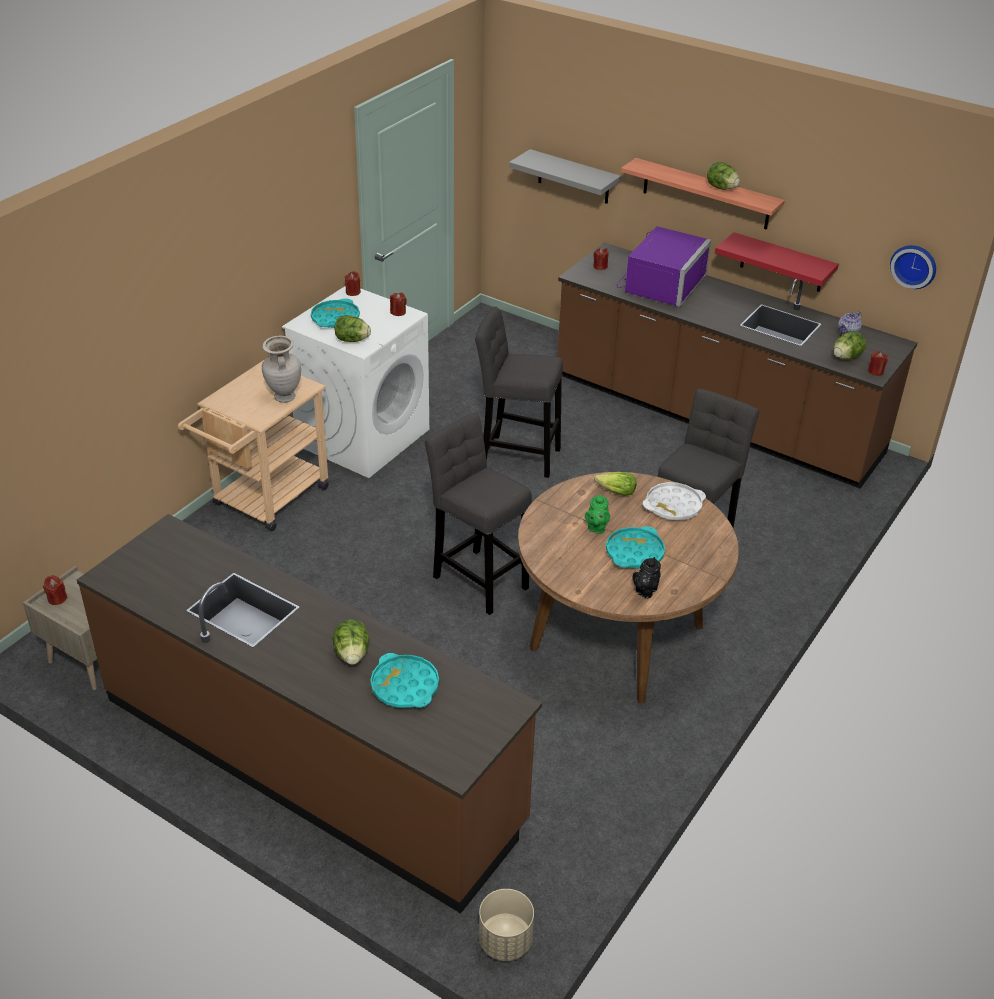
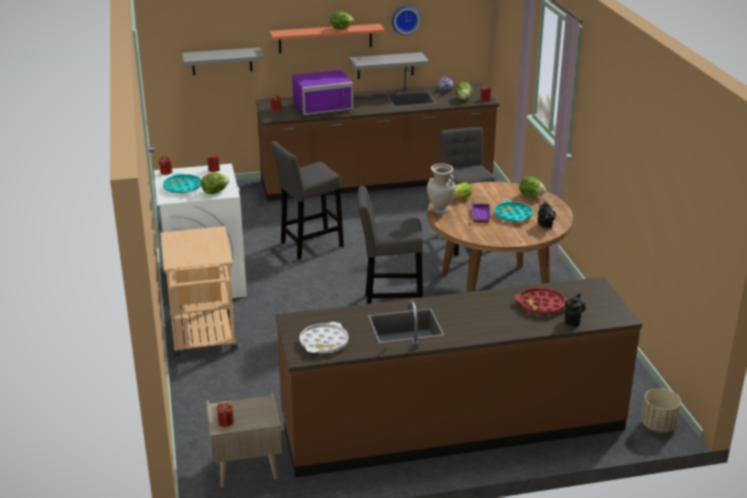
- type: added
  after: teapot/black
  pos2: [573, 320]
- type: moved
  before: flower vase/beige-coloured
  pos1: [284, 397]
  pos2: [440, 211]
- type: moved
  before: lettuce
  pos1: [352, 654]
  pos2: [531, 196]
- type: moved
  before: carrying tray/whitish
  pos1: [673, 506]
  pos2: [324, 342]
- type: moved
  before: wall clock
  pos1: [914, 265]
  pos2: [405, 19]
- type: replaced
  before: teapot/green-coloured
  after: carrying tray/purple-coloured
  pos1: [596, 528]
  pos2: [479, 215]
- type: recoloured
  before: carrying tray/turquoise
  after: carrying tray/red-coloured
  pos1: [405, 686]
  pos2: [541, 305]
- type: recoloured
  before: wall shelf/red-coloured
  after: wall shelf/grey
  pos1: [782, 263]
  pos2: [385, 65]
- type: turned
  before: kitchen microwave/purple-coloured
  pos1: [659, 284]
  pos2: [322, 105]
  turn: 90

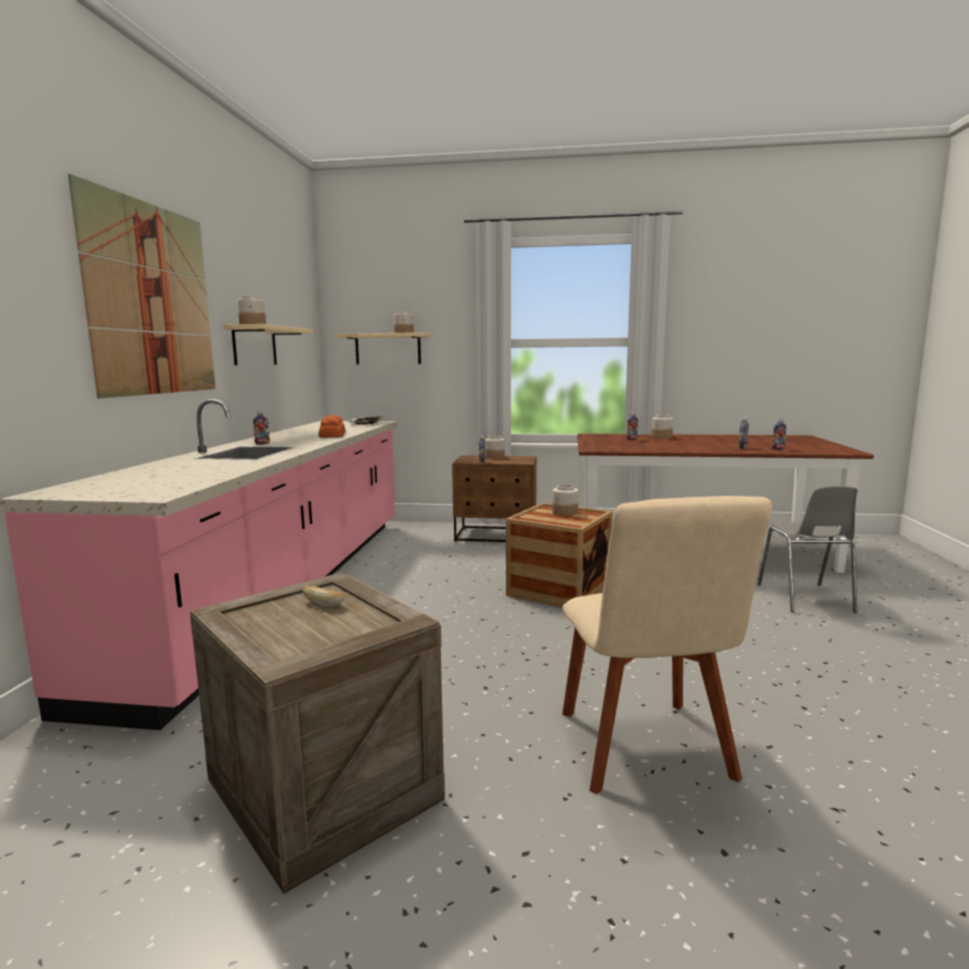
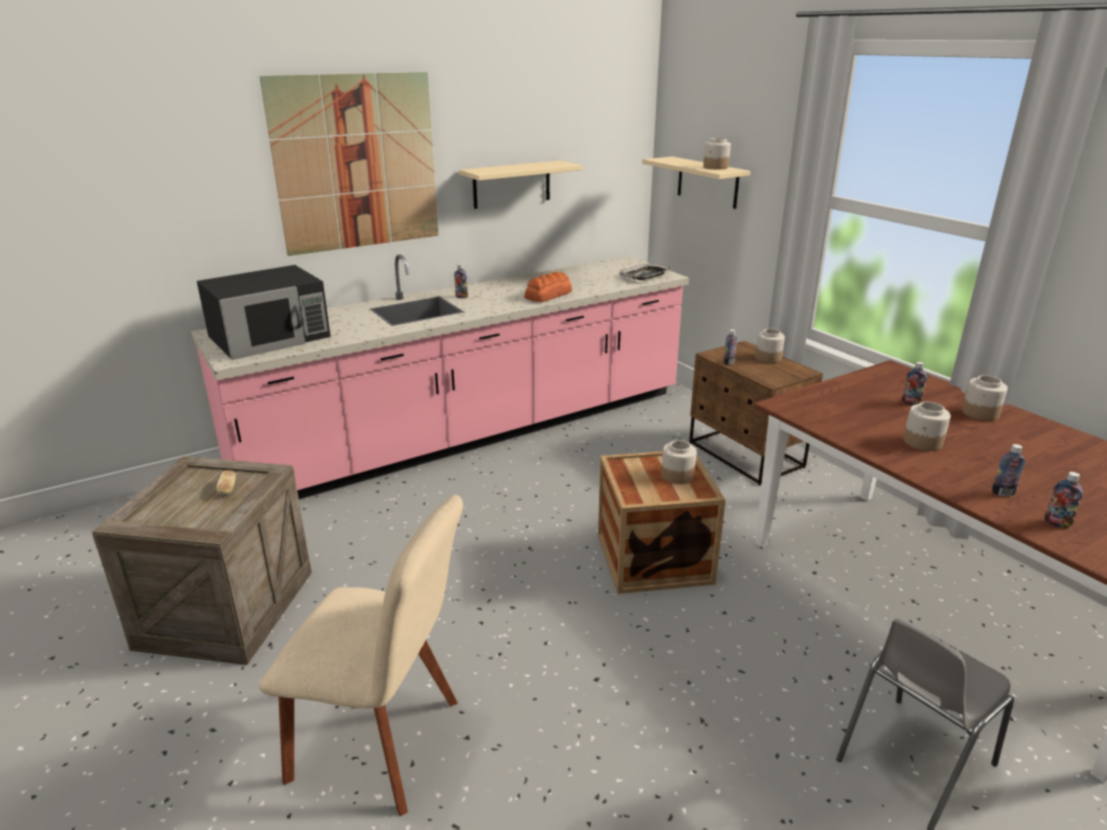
- type: added
  after: kitchen microwave/black
  pos2: [270, 336]
- type: moved
  before: preserve jar
  pos1: [253, 324]
  pos2: [923, 442]
- type: turned
  before: upright chair/beige-coloured
  pos1: [646, 750]
  pos2: [383, 742]
  turn: -120

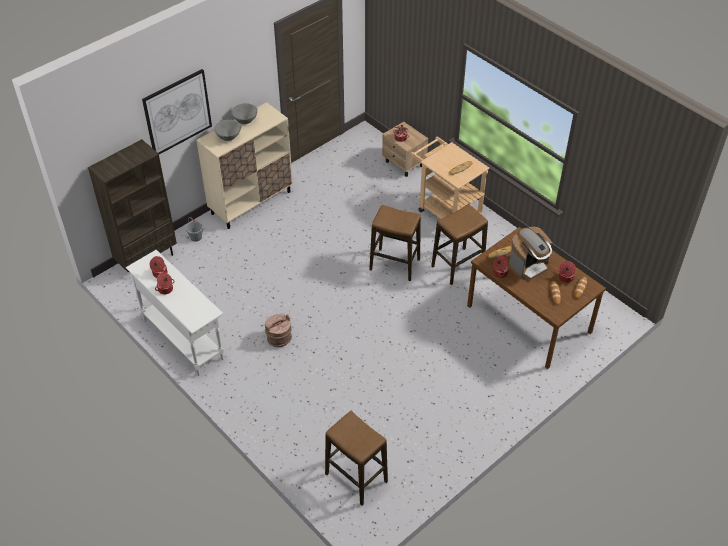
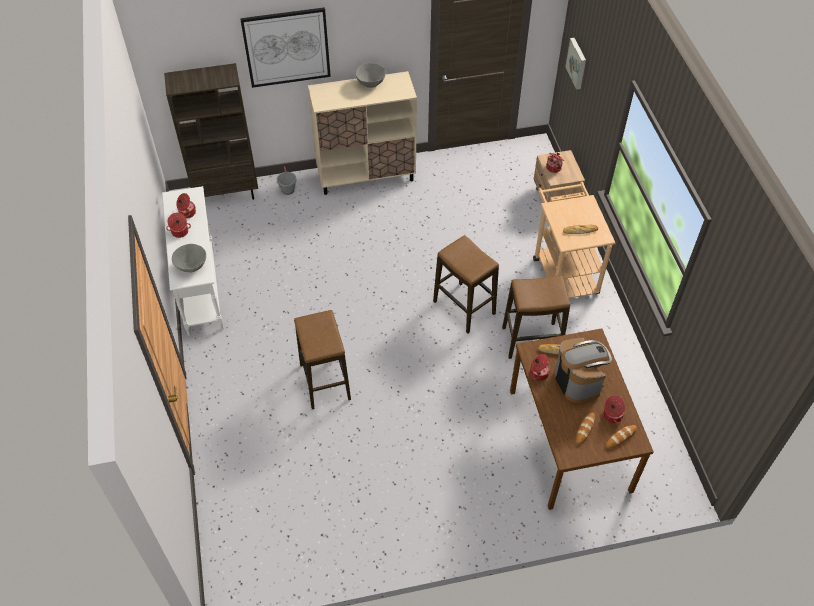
- type: removed
  before: pail/brownish
  pos1: [279, 338]
- type: added
  after: wall art
  pos2: [577, 63]
- type: moved
  before: serving bowl/grey
  pos1: [228, 138]
  pos2: [191, 267]
- type: moved
  before: sitting stool
  pos1: [356, 478]
  pos2: [325, 382]
- type: turned
  before: coffee maker
  pos1: [528, 266]
  pos2: [578, 381]
  turn: -105

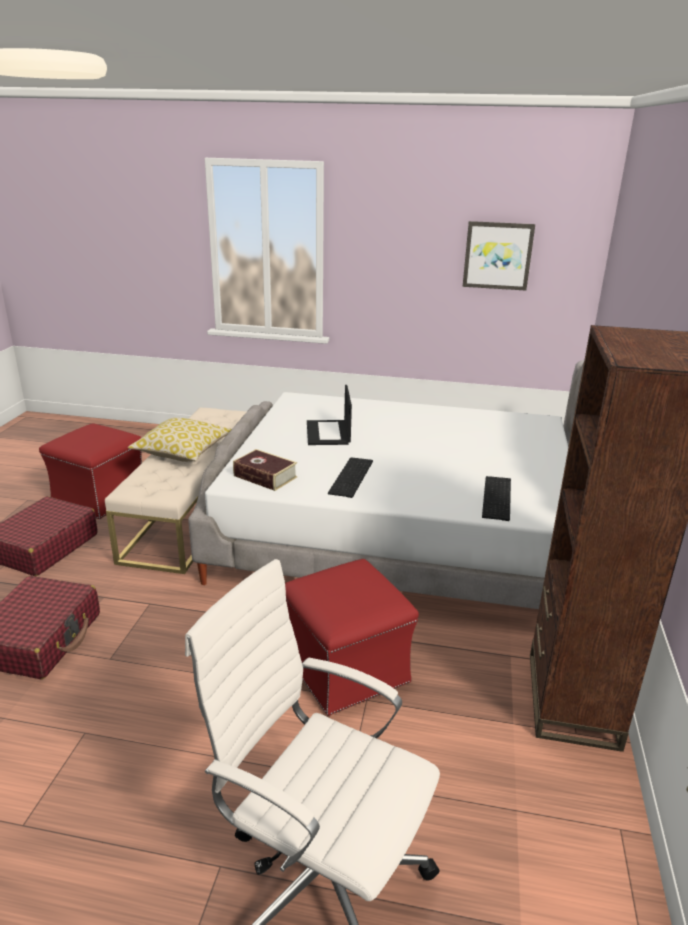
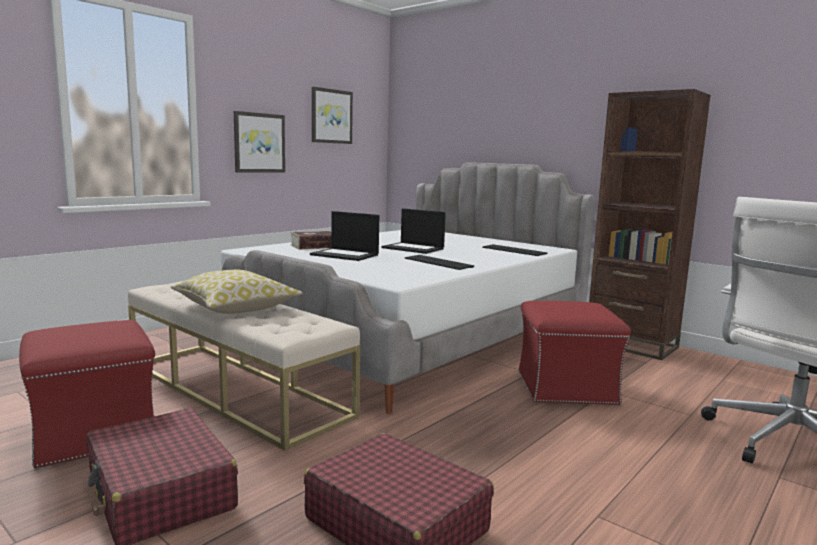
- type: added
  after: wall art
  pos2: [259, 143]
- type: added
  after: laptop
  pos2: [414, 248]
- type: moved
  before: book
  pos1: [265, 476]
  pos2: [315, 246]

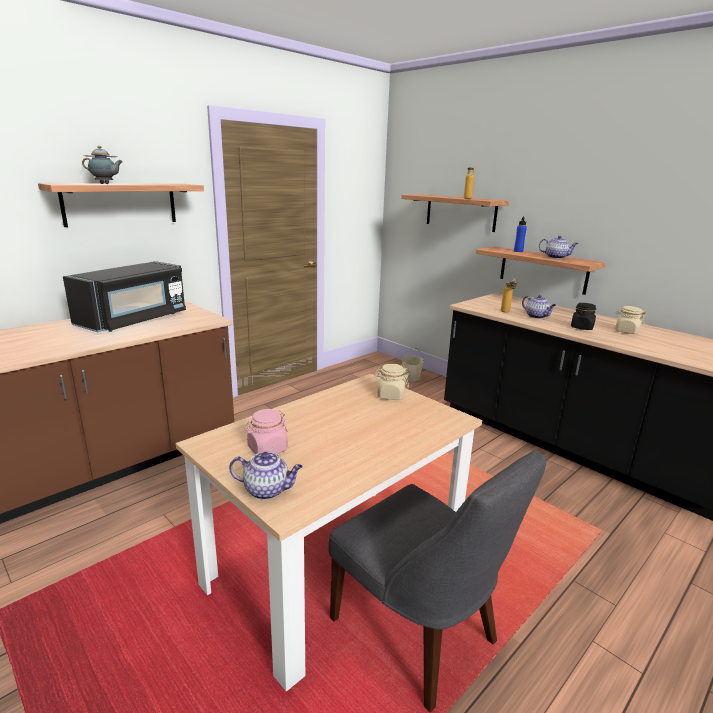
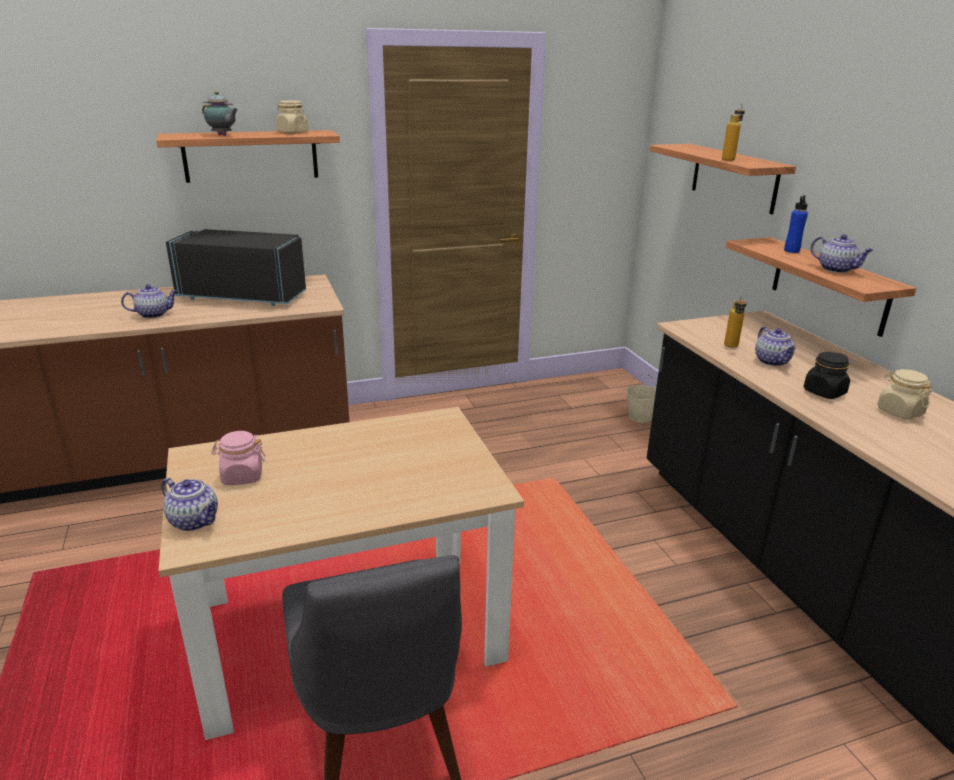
- type: added
  after: teapot
  pos2: [154, 314]
- type: moved
  before: preserve jar/beige-coloured
  pos1: [390, 395]
  pos2: [292, 132]
- type: turned
  before: kitchen microwave/black
  pos1: [134, 320]
  pos2: [244, 296]
  turn: -135

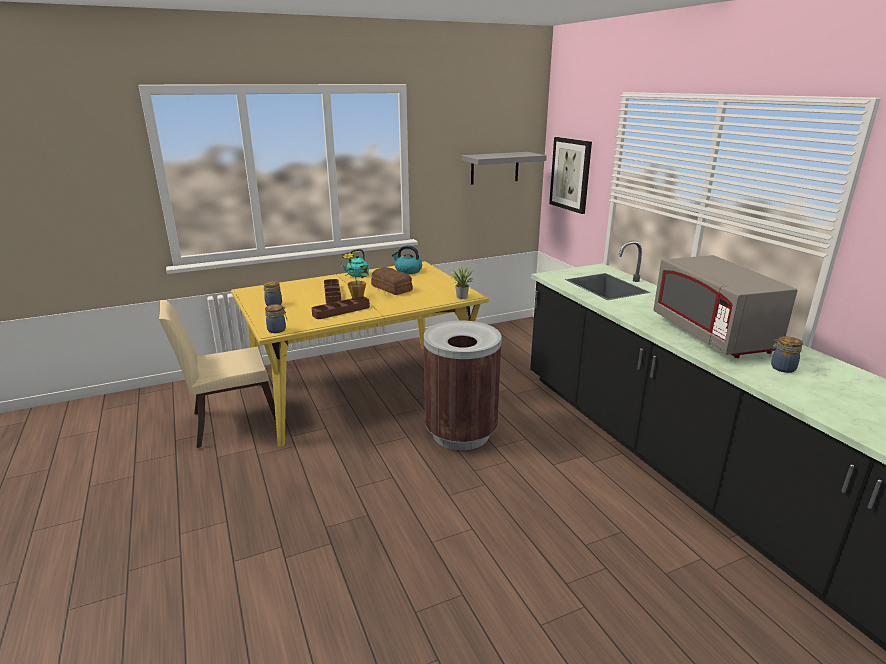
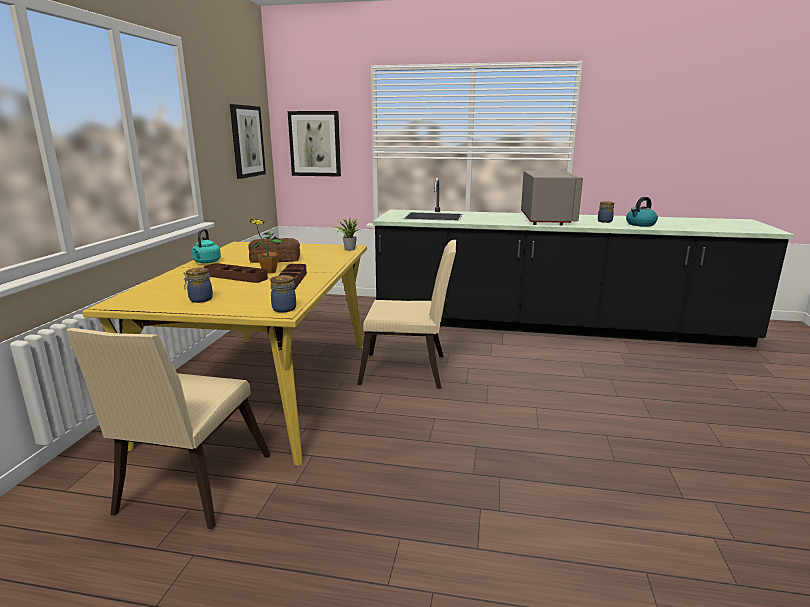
- type: moved
  before: water kettle
  pos1: [408, 271]
  pos2: [640, 224]
- type: replaced
  before: waste bin/brownish
  after: upright chair/beige-coloured
  pos1: [460, 433]
  pos2: [409, 371]
- type: replaced
  before: wall shelf/grey
  after: wall art
  pos1: [494, 168]
  pos2: [247, 141]
- type: turned
  before: kitchen microwave/grey
  pos1: [712, 335]
  pos2: [547, 219]
  turn: -105

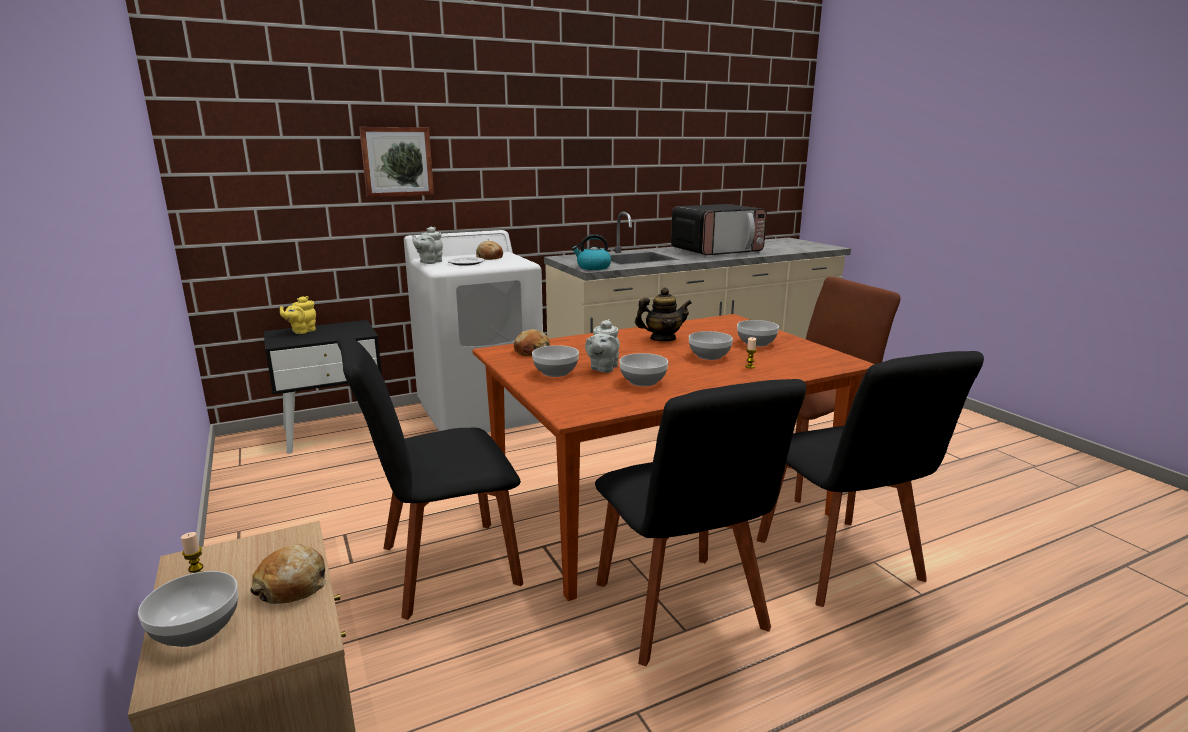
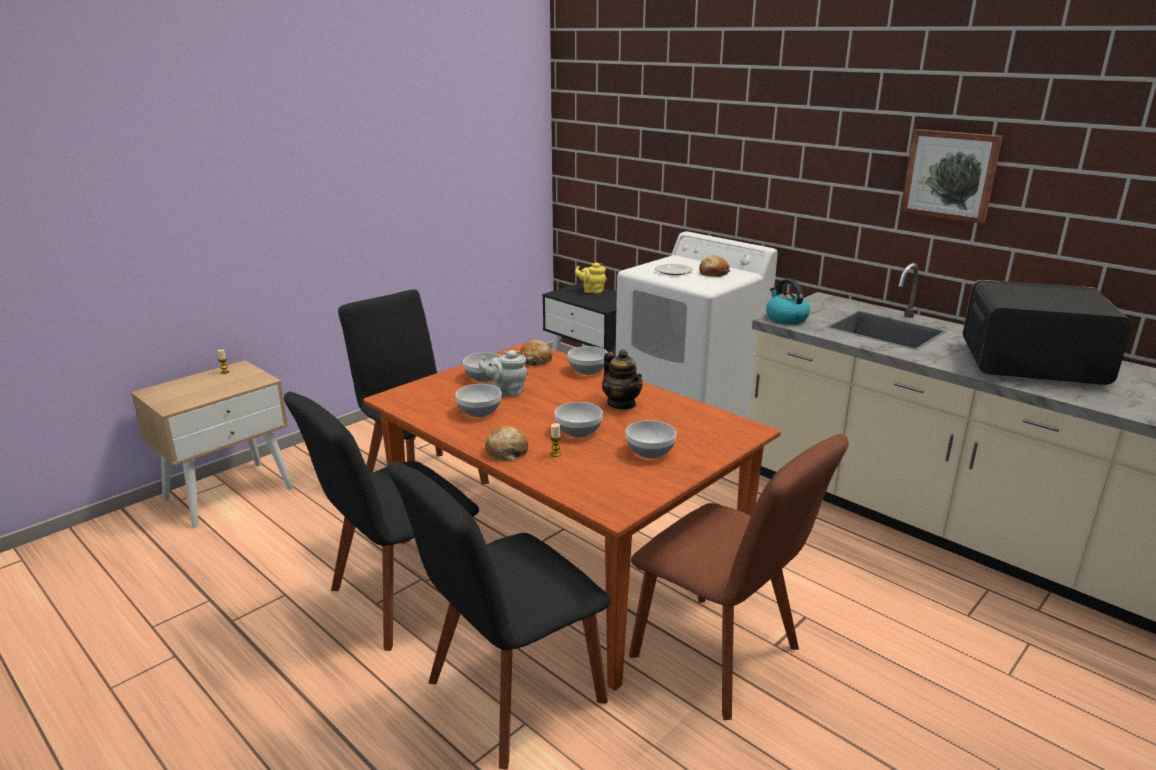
- type: removed
  before: teapot/grey
  pos1: [429, 262]
- type: moved
  before: serving bowl
  pos1: [196, 629]
  pos2: [588, 370]
- type: moved
  before: baked bread
  pos1: [292, 586]
  pos2: [506, 451]
- type: moved
  before: wall art
  pos1: [397, 162]
  pos2: [950, 175]
- type: turned
  before: kitchen microwave
  pos1: [717, 251]
  pos2: [1030, 364]
  turn: 150

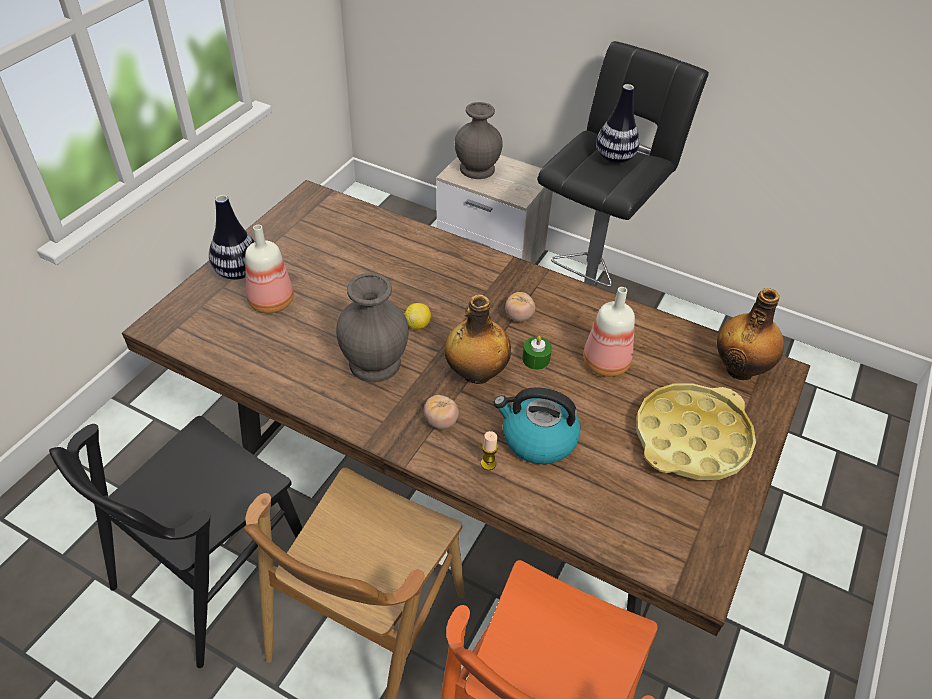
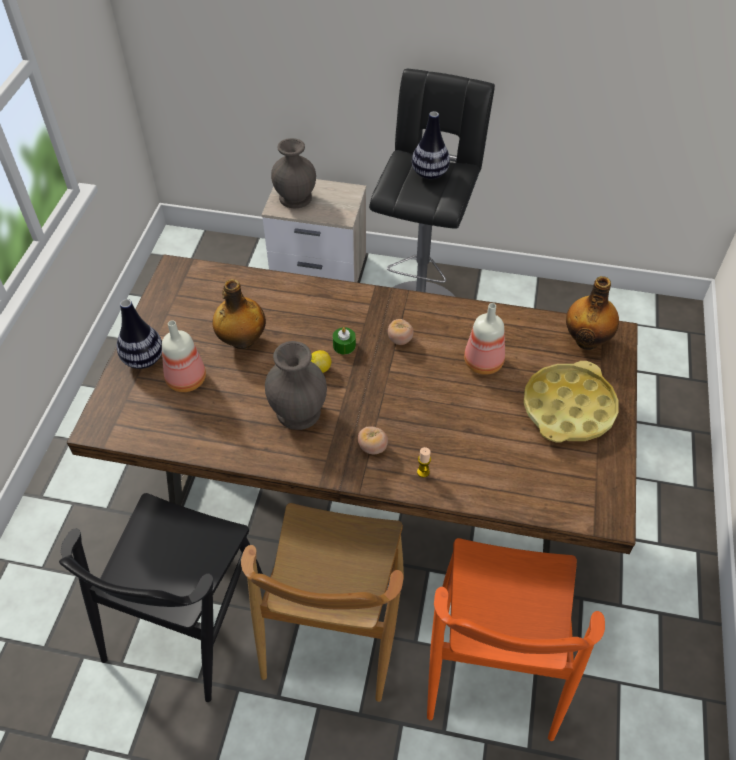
- type: removed
  before: water kettle
  pos1: [537, 439]
- type: moved
  before: bottle
  pos1: [475, 374]
  pos2: [242, 341]
- type: moved
  before: candle/green-coloured
  pos1: [536, 359]
  pos2: [344, 345]

